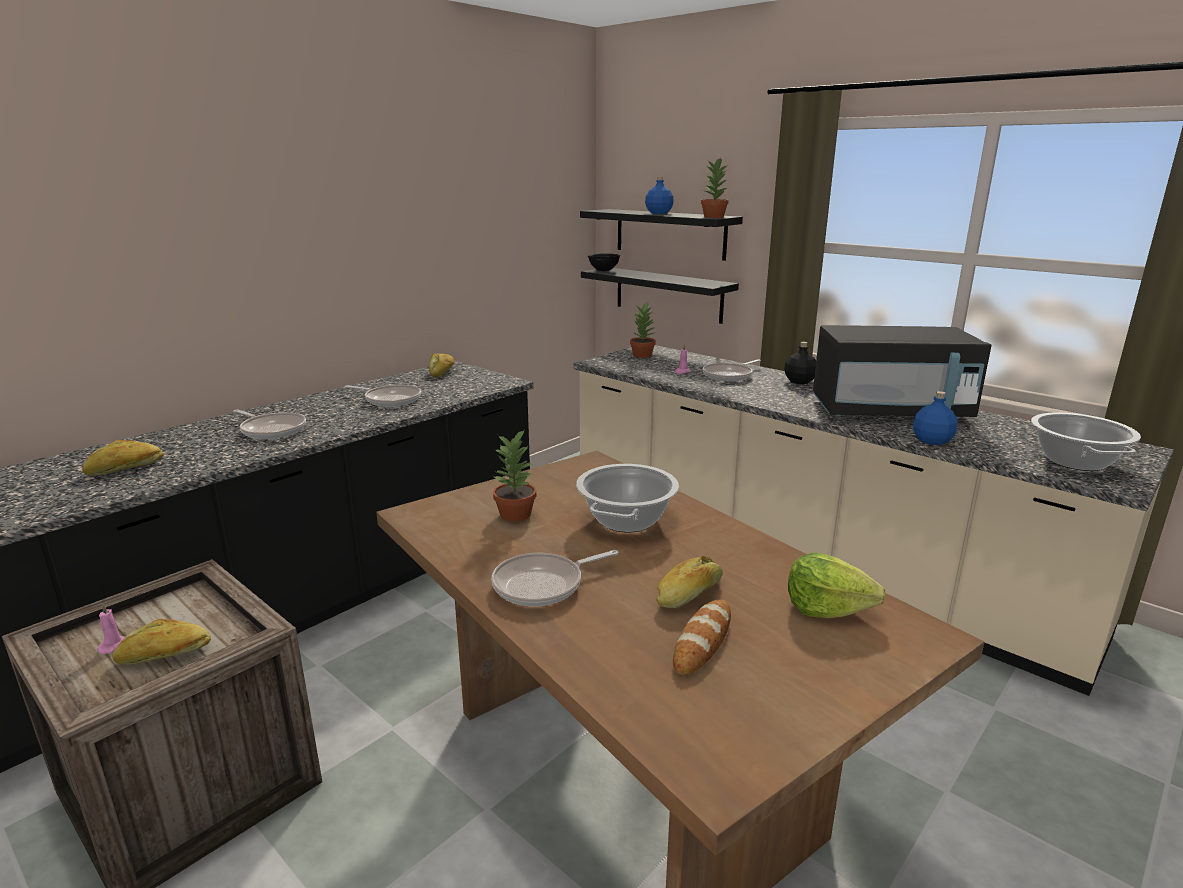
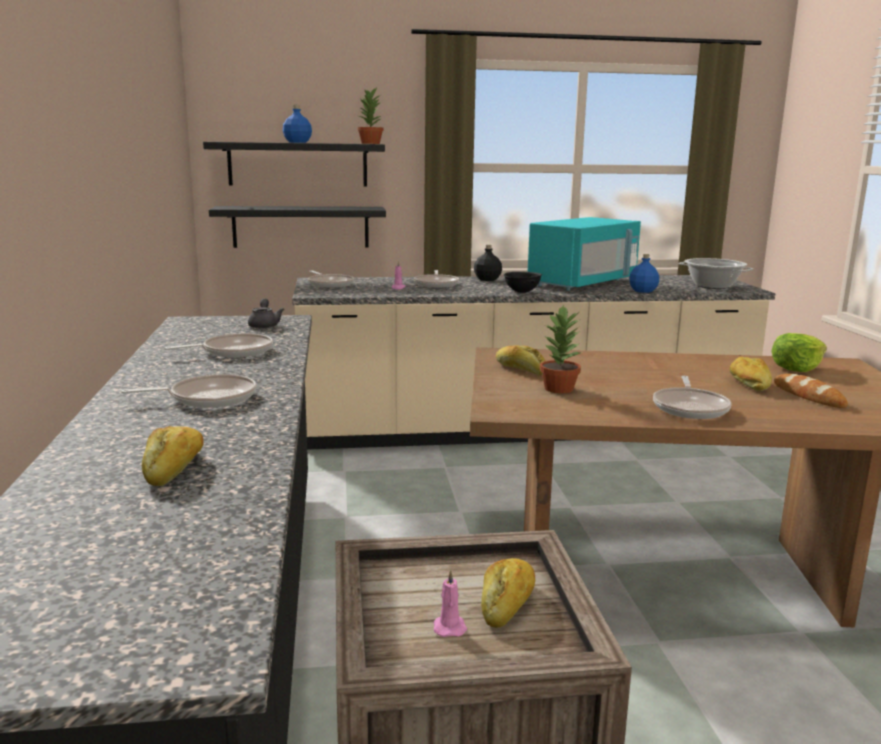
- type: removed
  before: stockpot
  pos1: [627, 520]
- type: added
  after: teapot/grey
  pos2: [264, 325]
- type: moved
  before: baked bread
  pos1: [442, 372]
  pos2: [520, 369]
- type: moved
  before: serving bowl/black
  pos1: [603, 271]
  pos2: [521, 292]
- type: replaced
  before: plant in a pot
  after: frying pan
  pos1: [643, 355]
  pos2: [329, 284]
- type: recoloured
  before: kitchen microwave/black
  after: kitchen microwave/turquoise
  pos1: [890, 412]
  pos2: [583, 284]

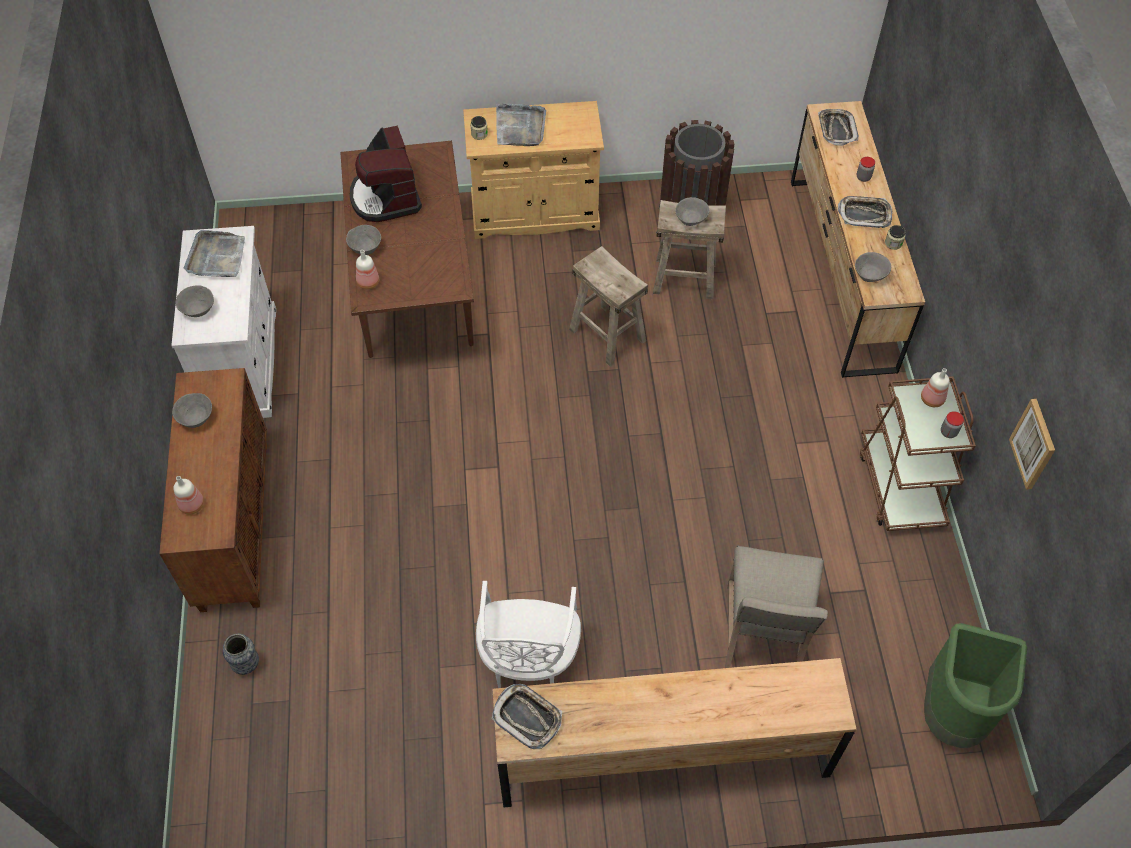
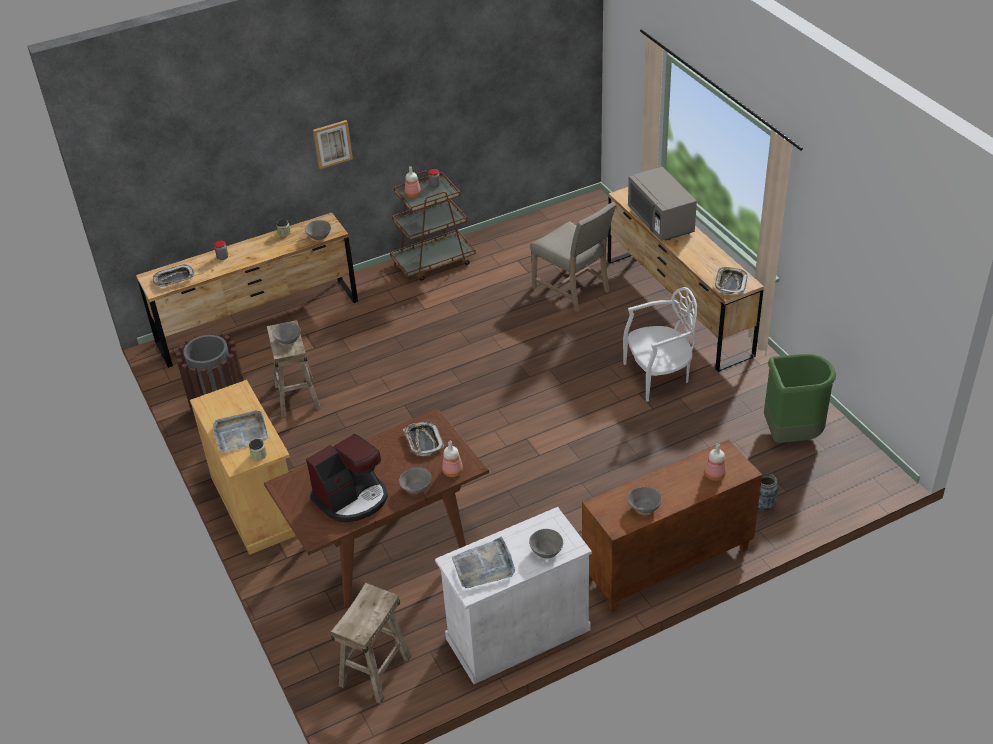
- type: added
  after: kitchen microwave/grey
  pos2: [660, 221]
- type: moved
  before: sitting stool/beige-coloured
  pos1: [608, 335]
  pos2: [375, 670]
- type: moved
  before: carrying tray
  pos1: [864, 214]
  pos2: [423, 441]
- type: moved
  before: waste bin/green-coloured
  pos1: [953, 714]
  pos2: [791, 435]
- type: moved
  before: wall art
  pos1: [1034, 444]
  pos2: [332, 143]
- type: turned
  before: upright chair/beige-coloured
  pos1: [764, 635]
  pos2: [573, 289]
  turn: 60

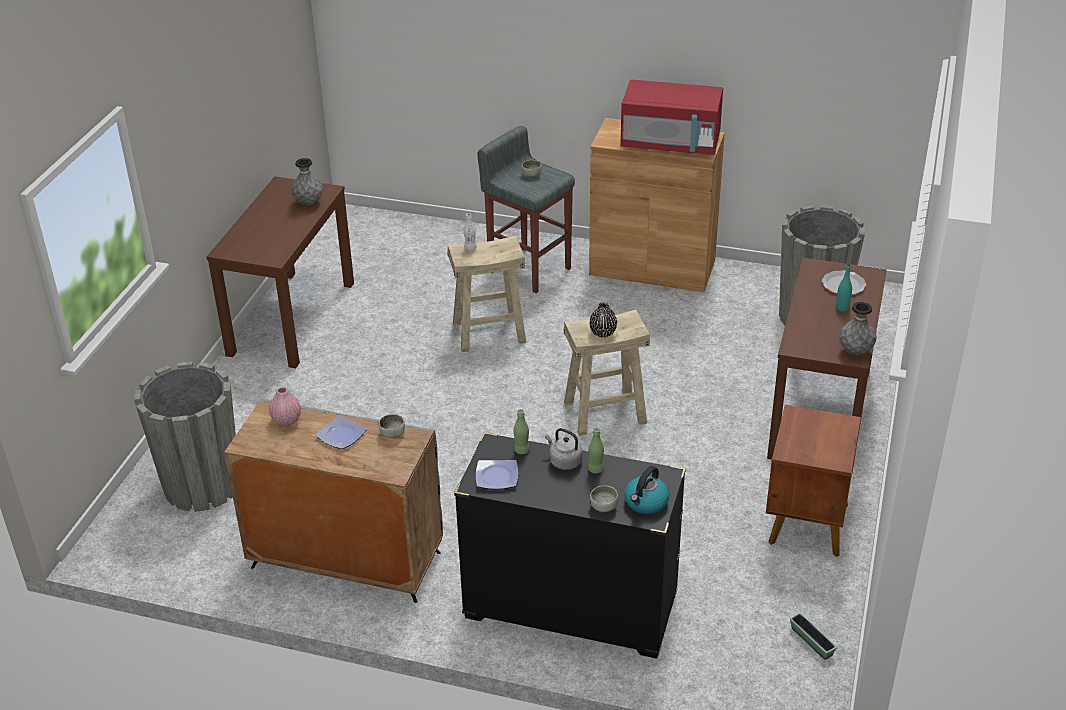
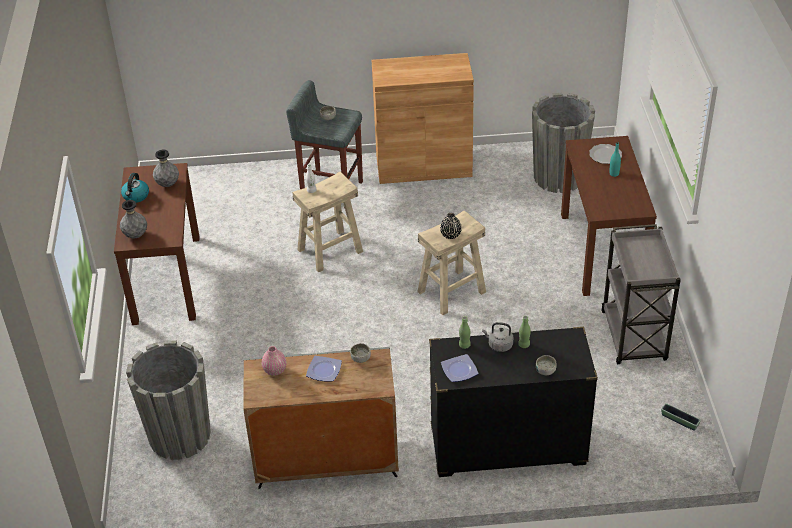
- type: removed
  before: kitchen microwave/red-coloured
  pos1: [670, 143]
- type: moved
  before: water kettle
  pos1: [646, 503]
  pos2: [136, 196]
- type: moved
  before: flower vase/grey
  pos1: [855, 352]
  pos2: [135, 235]
- type: replaced
  before: night table/brownish
  after: wheeled cart/grey
  pos1: [806, 524]
  pos2: [634, 337]

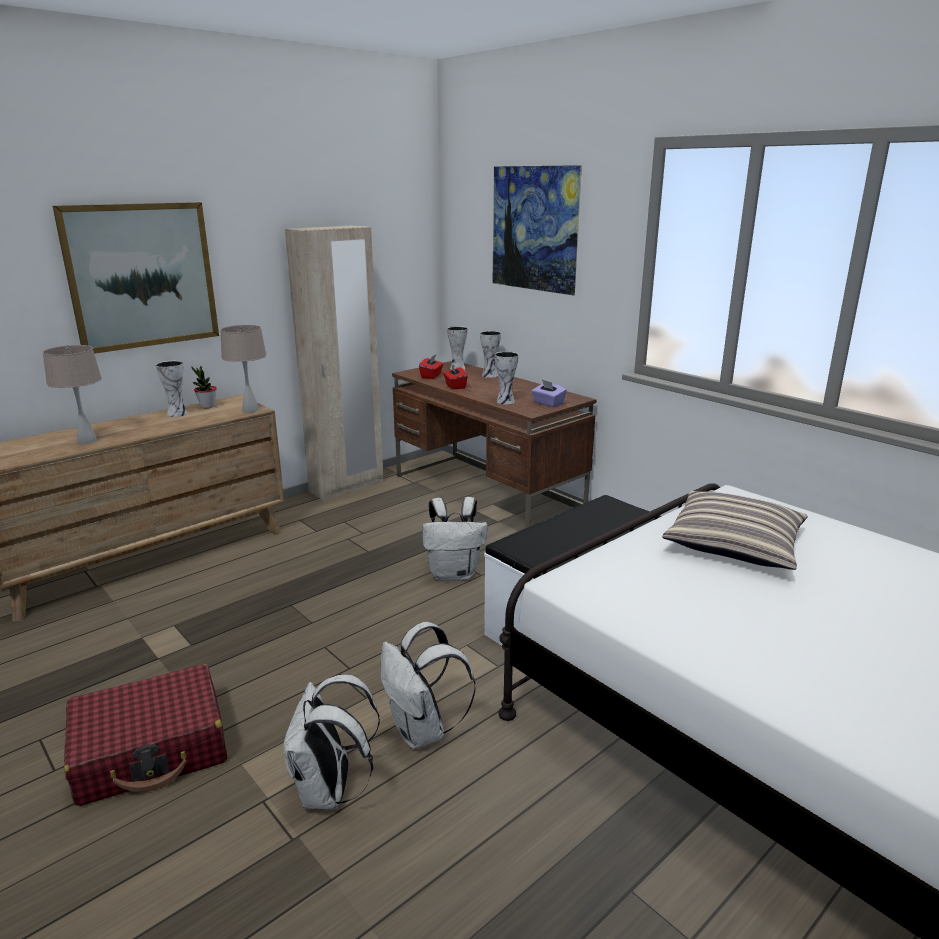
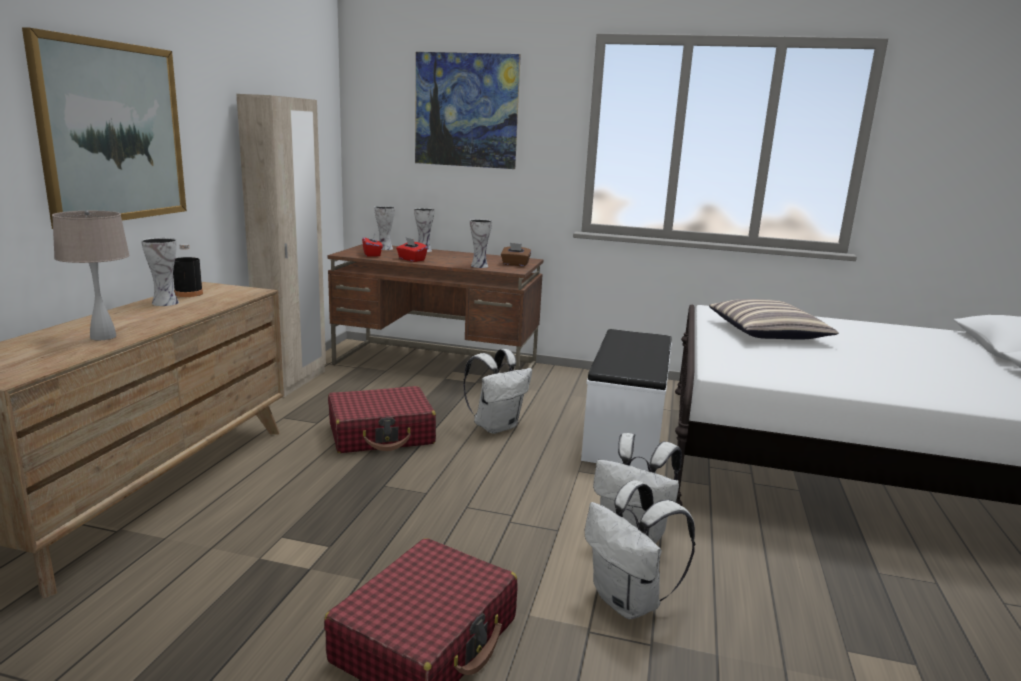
- type: removed
  before: table lamp/beige-coloured
  pos1: [250, 410]
- type: added
  after: piece of luggage/red-coloured
  pos2: [381, 434]
- type: replaced
  before: plant in a pot
  after: bottle/black
  pos1: [207, 406]
  pos2: [188, 294]
- type: recoloured
  before: tissue box/purple-coloured
  after: tissue box/brownish
  pos1: [548, 403]
  pos2: [515, 264]

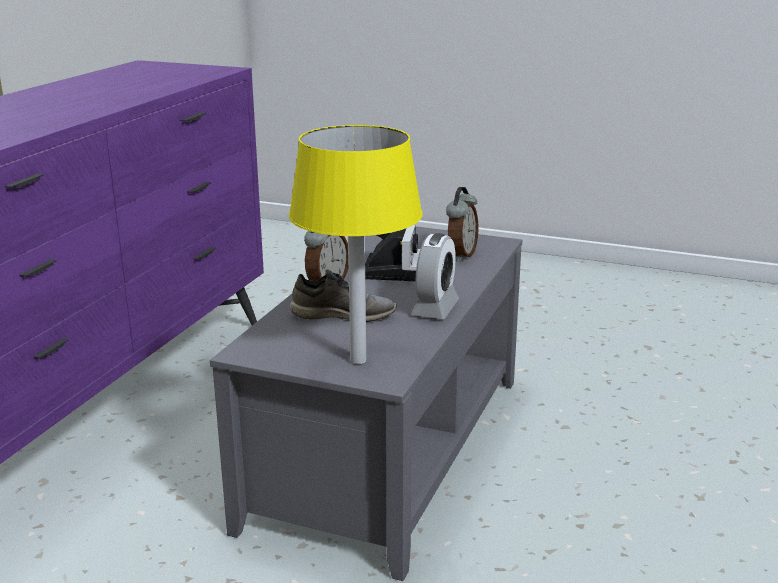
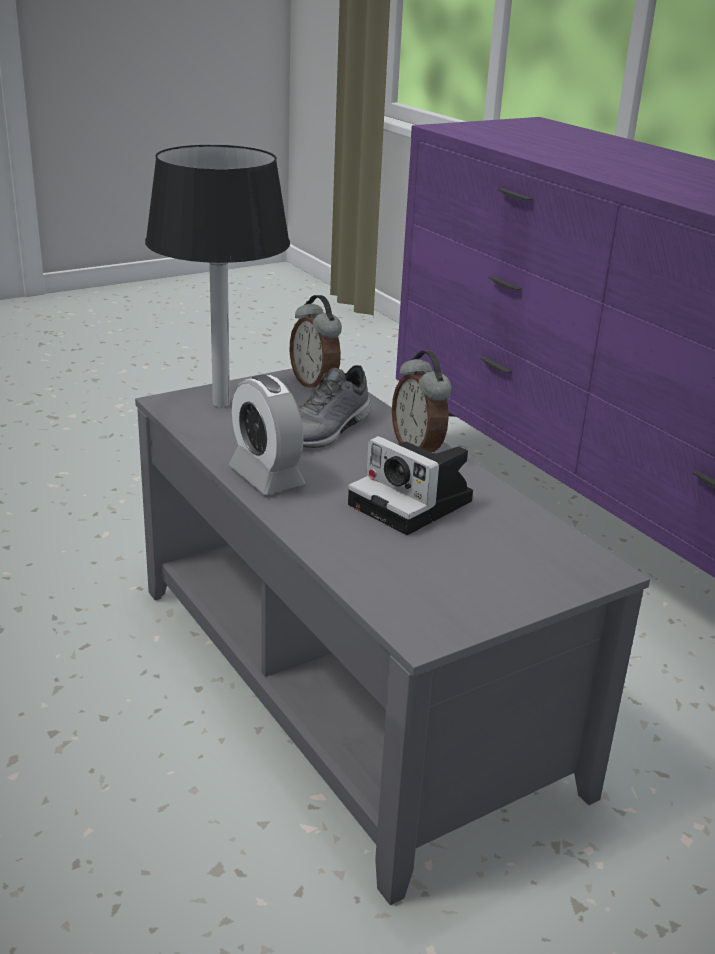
- type: moved
  before: alarm clock
  pos1: [460, 255]
  pos2: [315, 384]
- type: recoloured
  before: table lamp/yellow
  after: table lamp/black
  pos1: [358, 361]
  pos2: [221, 403]

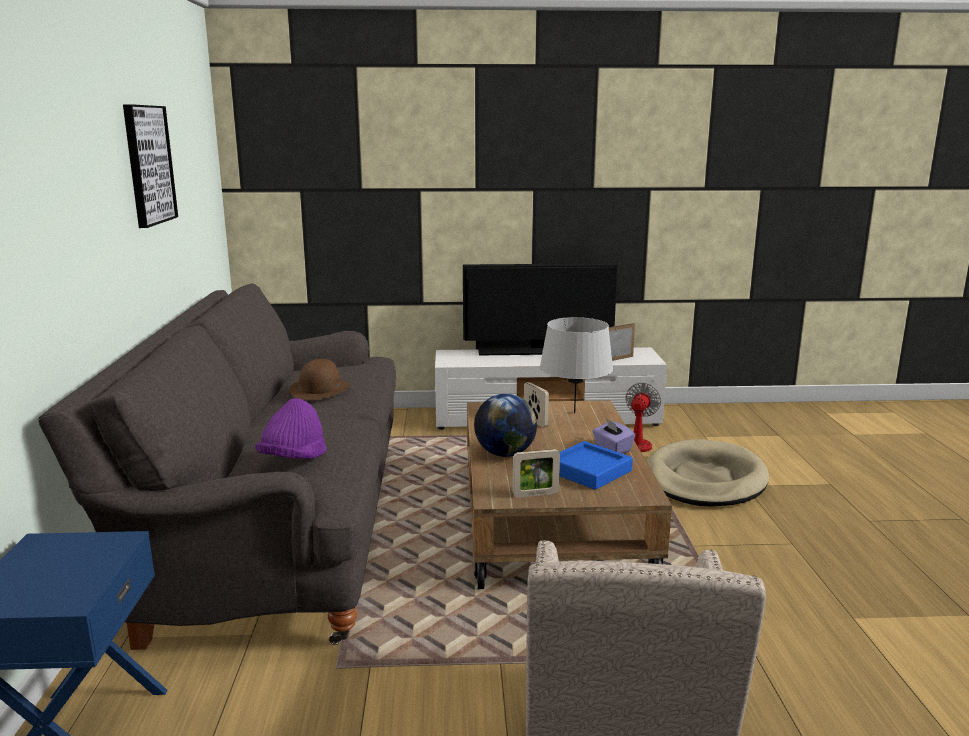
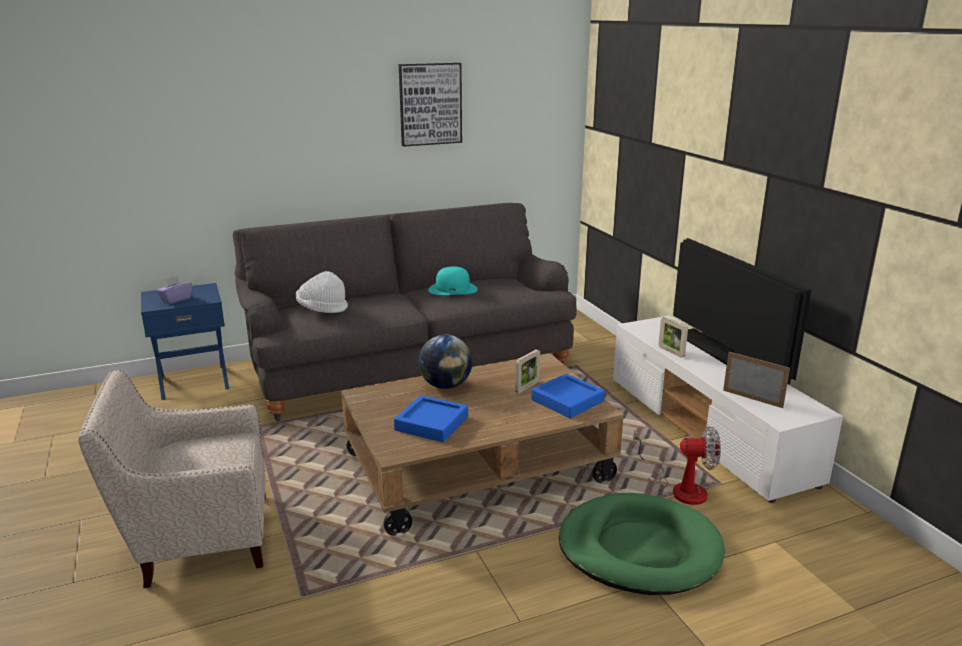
- type: moved
  before: photo frame
  pos1: [535, 494]
  pos2: [671, 352]
- type: moved
  before: tissue box/purple-coloured
  pos1: [612, 448]
  pos2: [176, 299]
- type: replaced
  before: table lamp/grey
  after: carrying tray/blue
  pos1: [574, 412]
  pos2: [567, 400]
- type: recoloured
  before: clothing hat/purple-coloured
  after: clothing hat/whitish
  pos1: [293, 459]
  pos2: [322, 309]
- type: recoloured
  before: clothing hat/brownish
  after: clothing hat/turquoise
  pos1: [320, 389]
  pos2: [453, 289]
- type: recoloured
  before: dog bed/beige-coloured
  after: dog bed/green-coloured
  pos1: [704, 479]
  pos2: [639, 549]

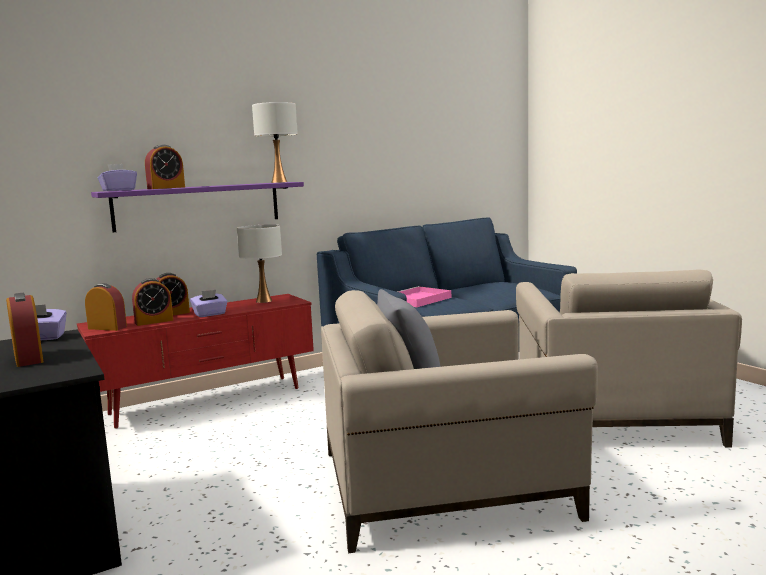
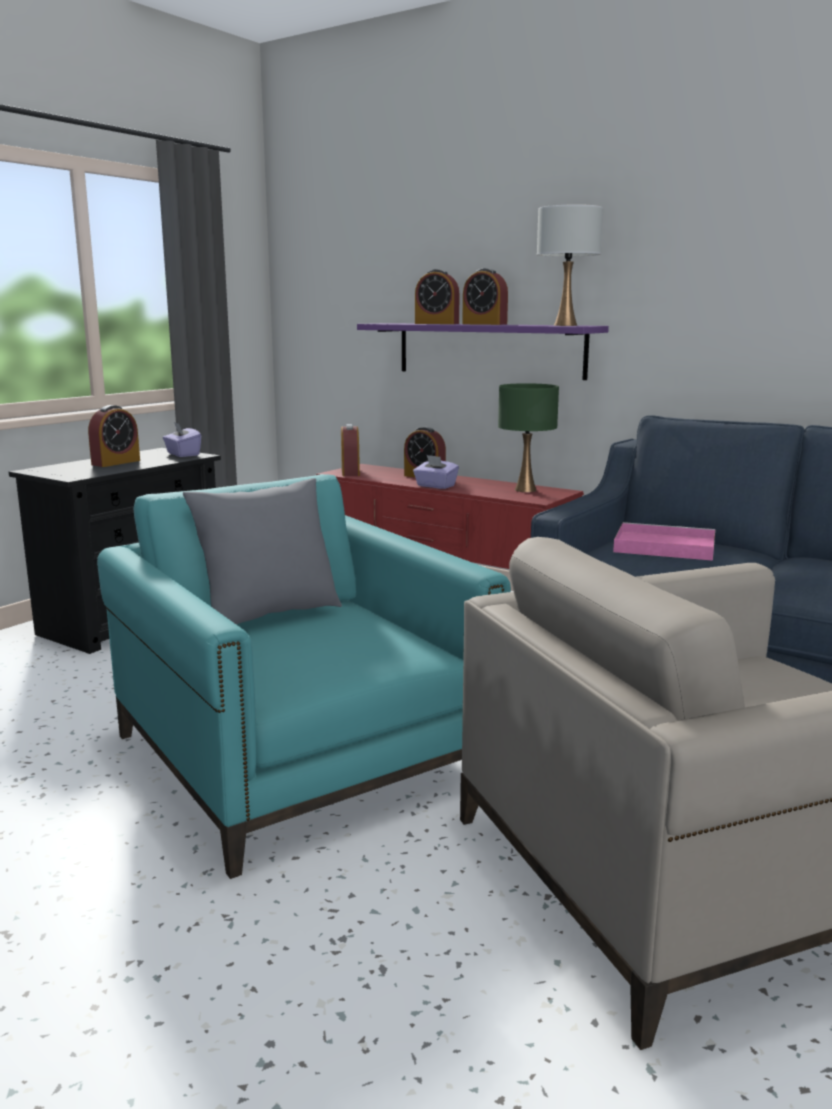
- type: removed
  before: tissue box/purple-coloured
  pos1: [118, 190]
- type: moved
  before: alarm clock
  pos1: [154, 321]
  pos2: [484, 324]
- type: recoloured
  before: table lamp/whitish
  after: table lamp/green-coloured
  pos1: [263, 301]
  pos2: [525, 490]
- type: recoloured
  before: lounge chair/beige-coloured
  after: lounge chair/turquoise
  pos1: [444, 483]
  pos2: [301, 758]

